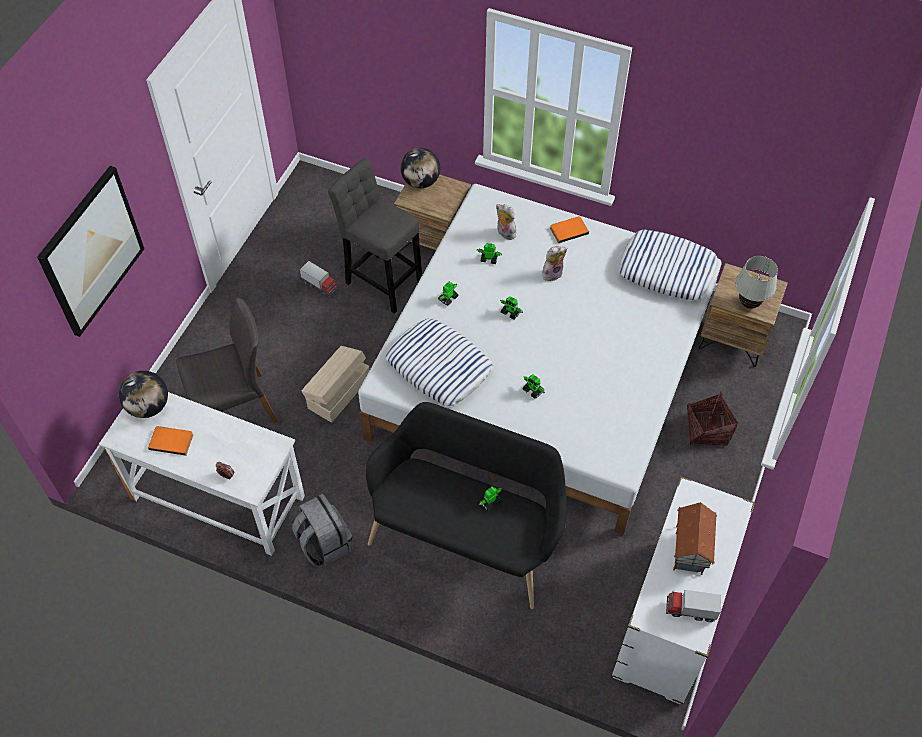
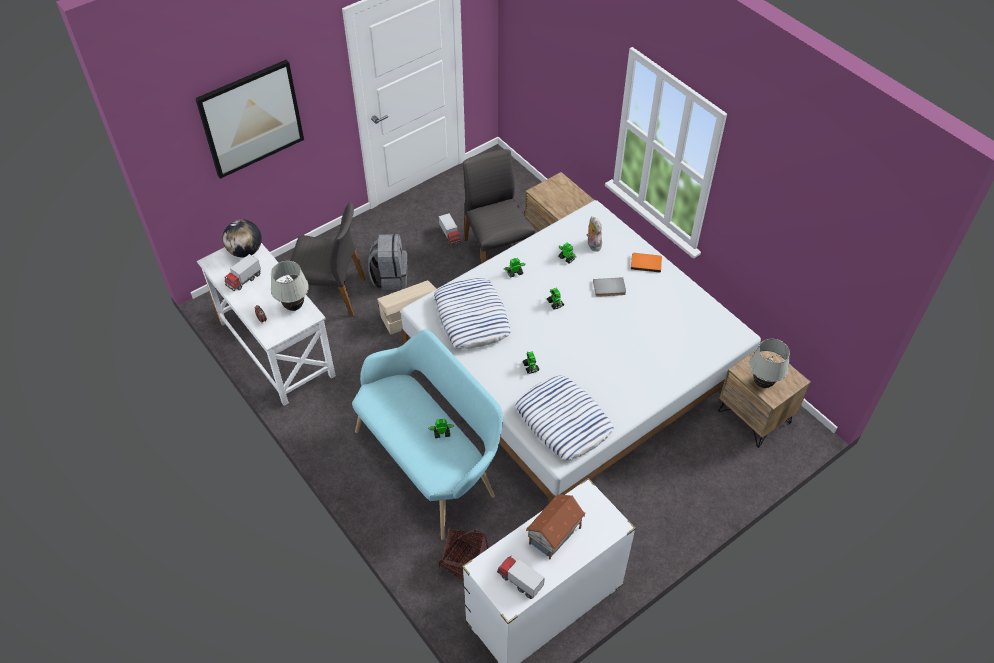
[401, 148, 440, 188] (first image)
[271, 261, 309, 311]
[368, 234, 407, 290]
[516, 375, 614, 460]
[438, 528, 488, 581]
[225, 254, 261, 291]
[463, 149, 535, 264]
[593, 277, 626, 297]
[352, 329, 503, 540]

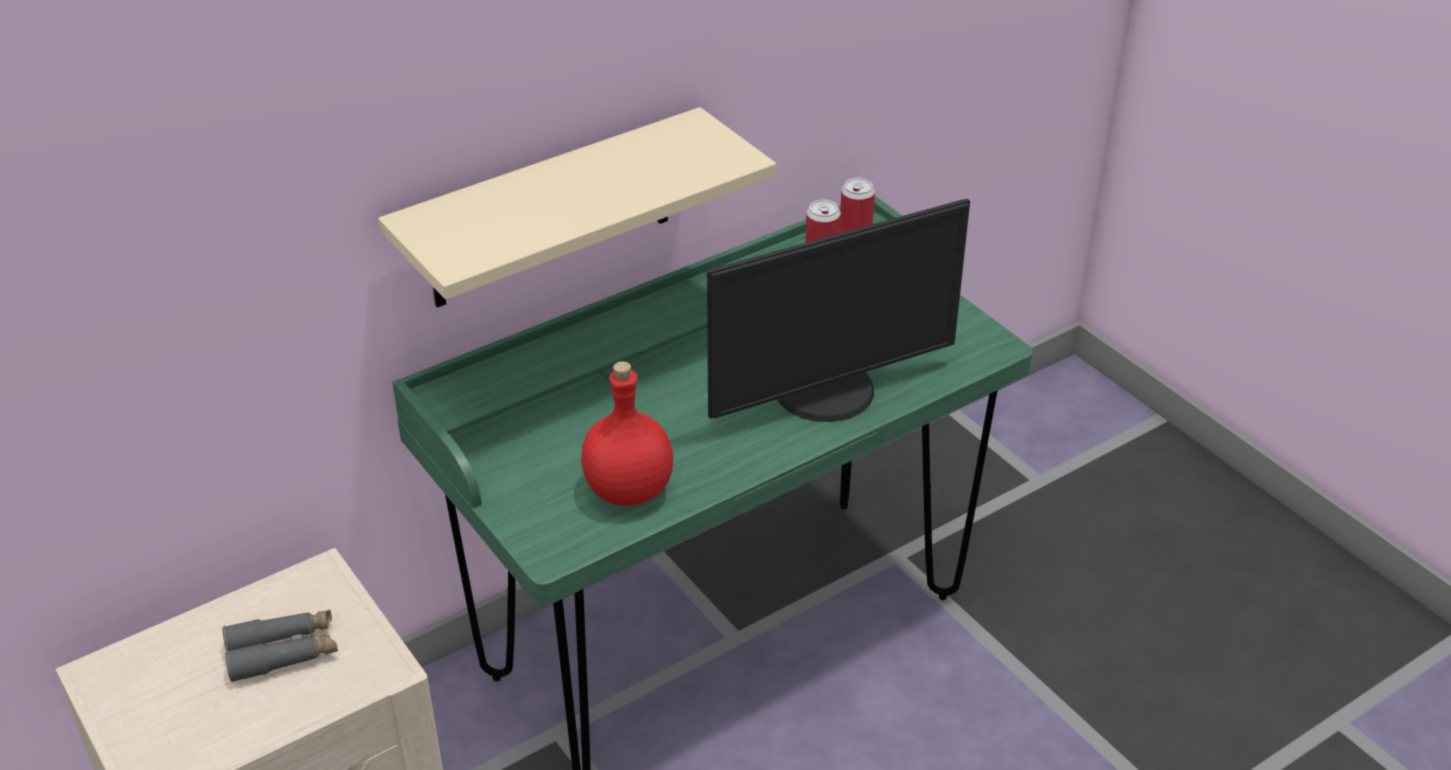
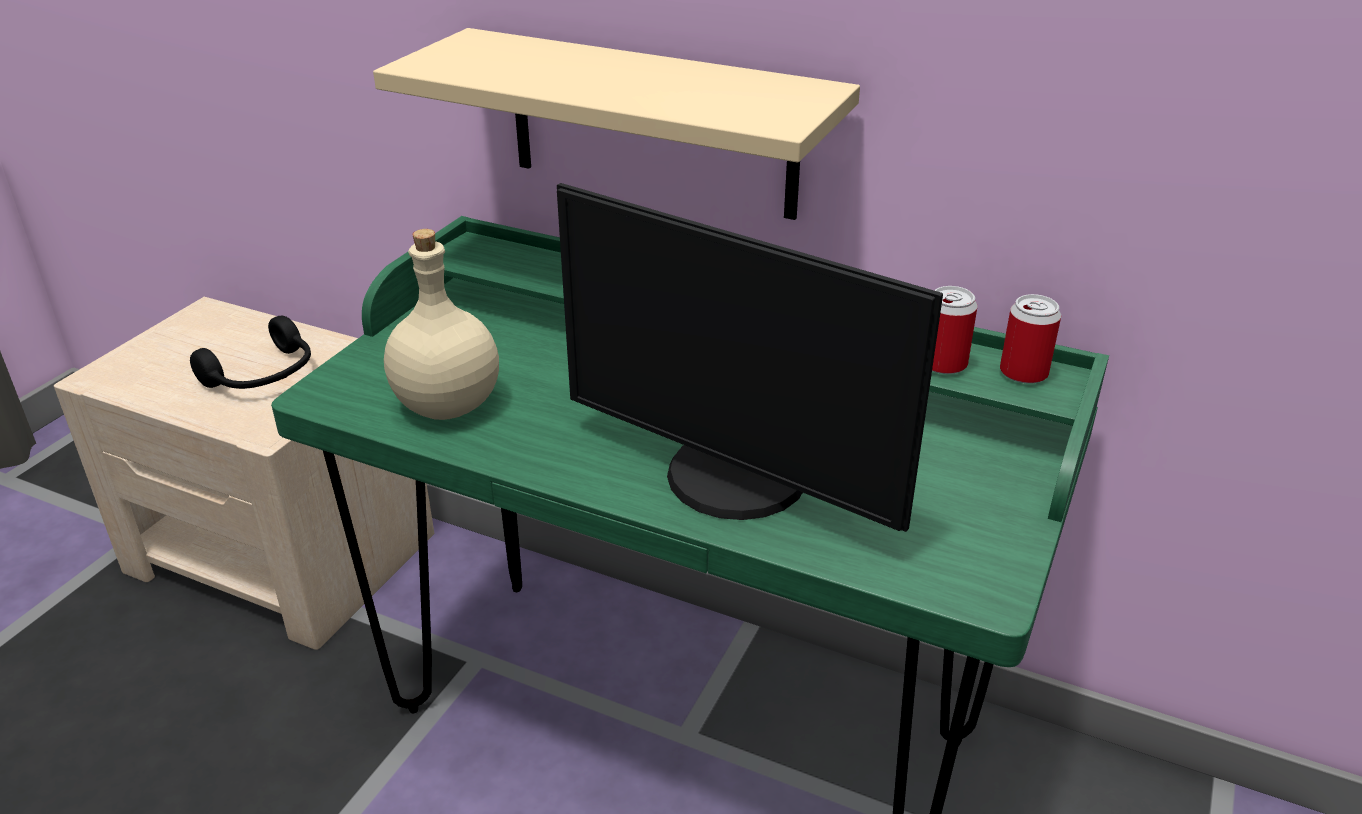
[190, 316, 311, 389]
[384, 229, 499, 420]

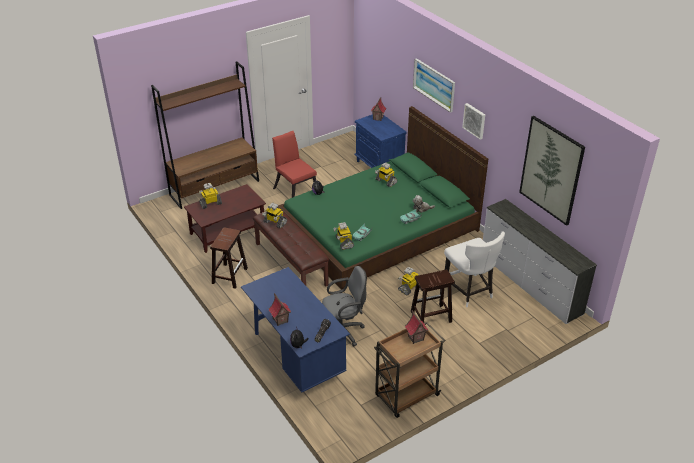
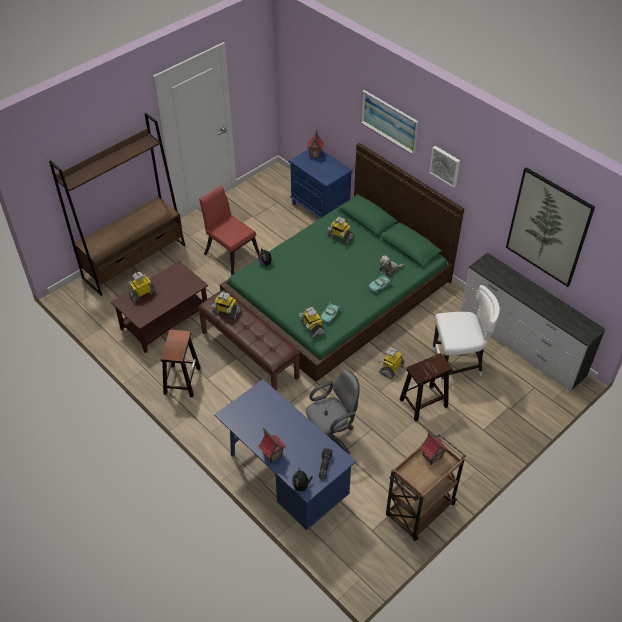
[432, 285, 500, 384]

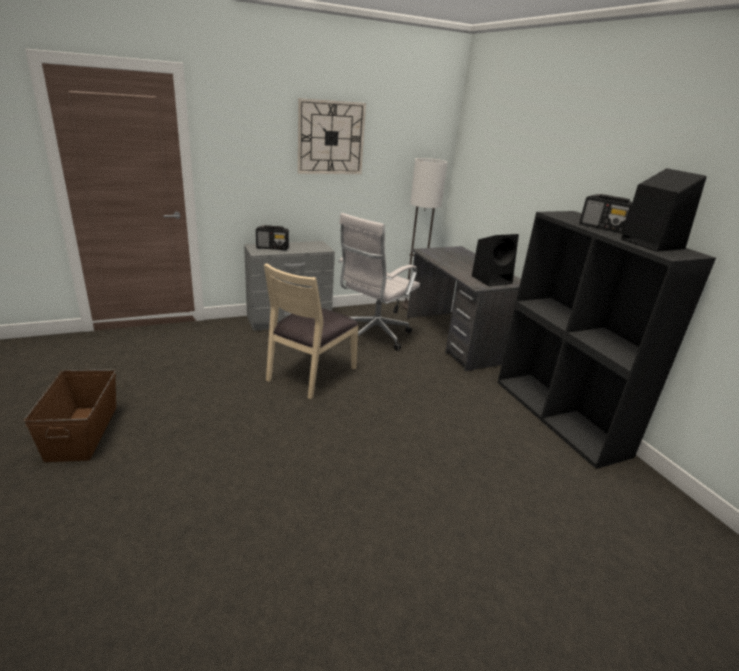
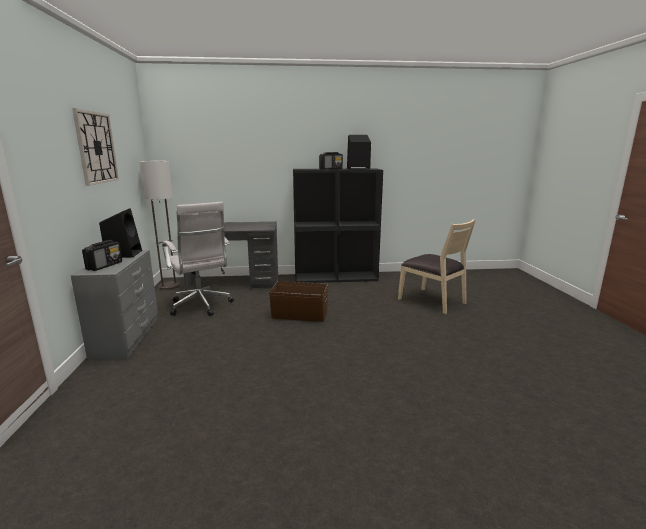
[269, 281, 328, 322]
[398, 219, 475, 314]
[99, 208, 142, 258]

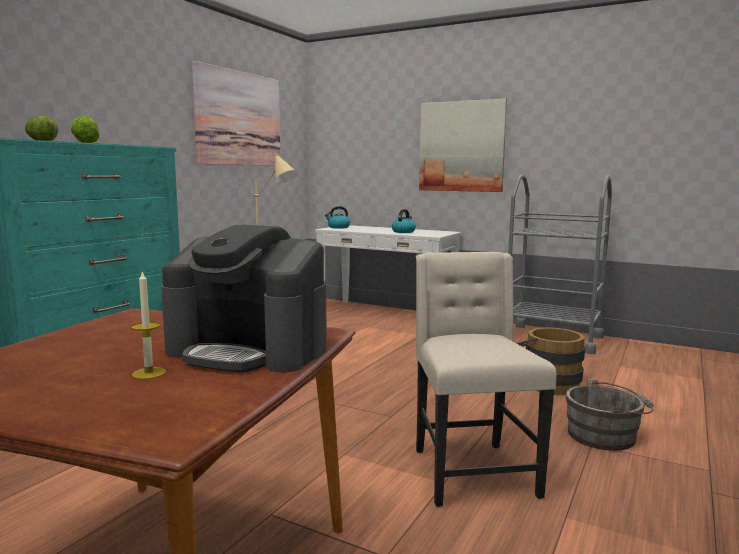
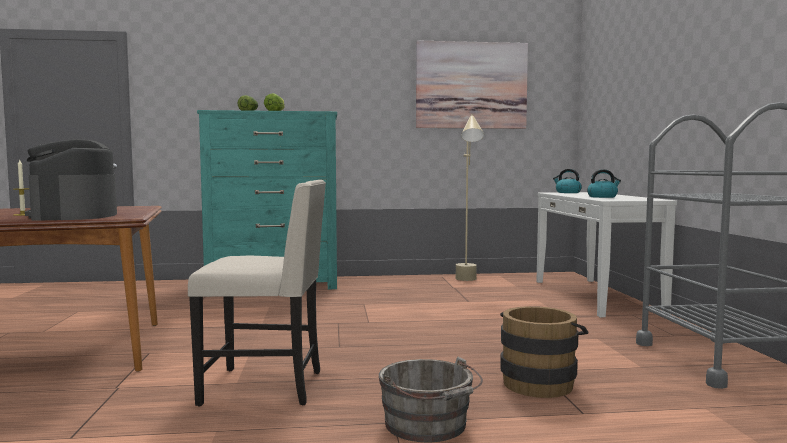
[419, 98, 507, 192] (first image)
[188, 180, 326, 406]

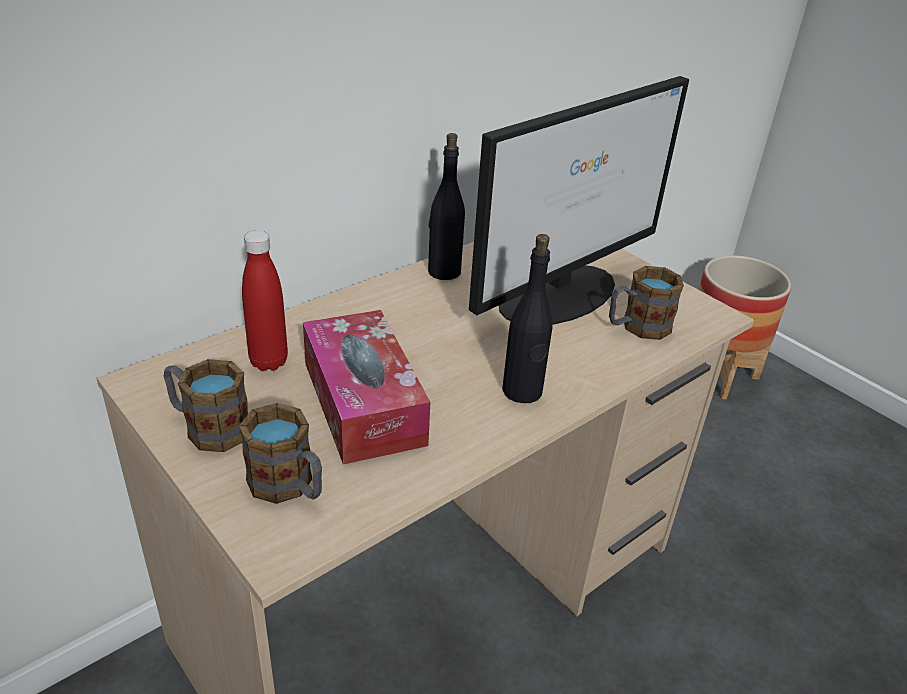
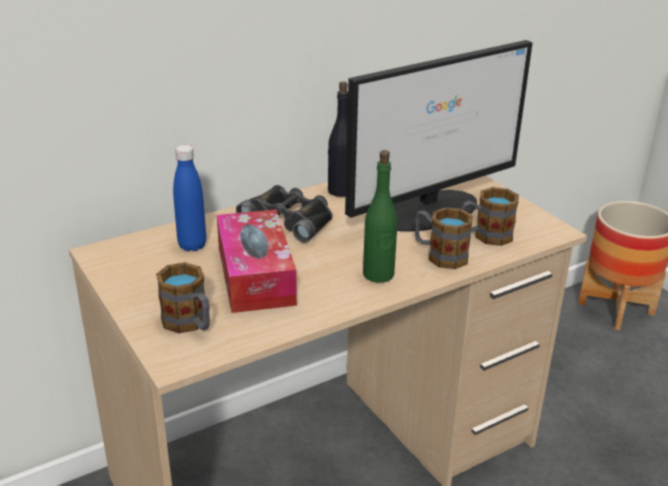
[236, 185, 333, 243]
[415, 207, 473, 269]
[173, 145, 206, 251]
[363, 150, 398, 283]

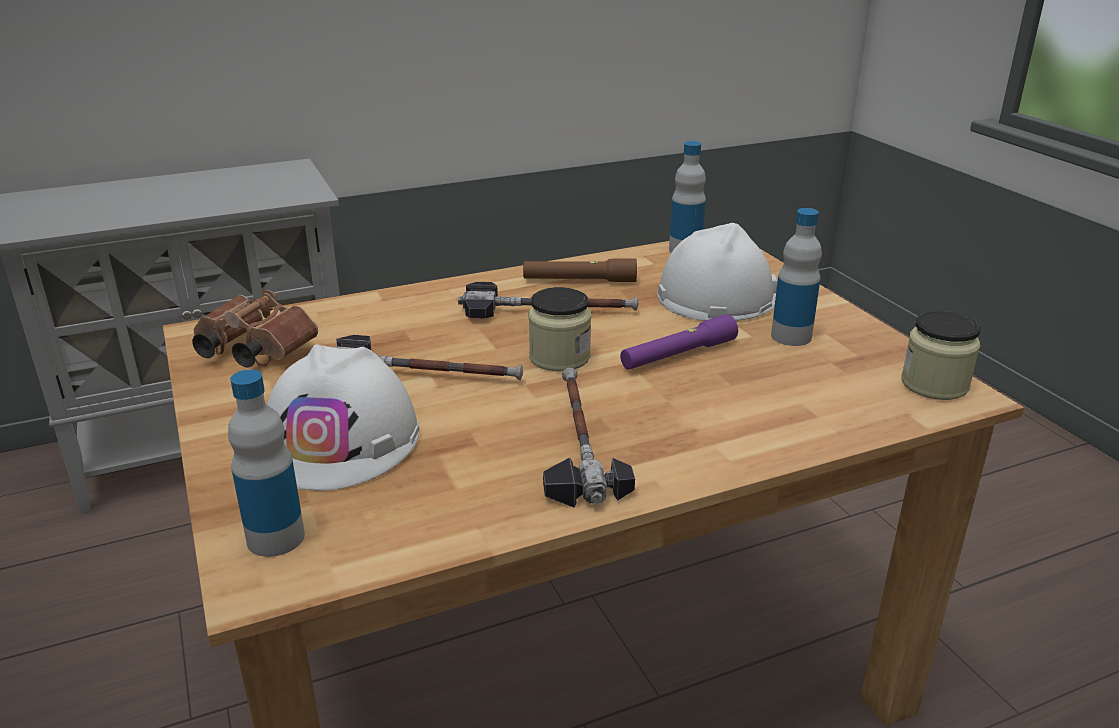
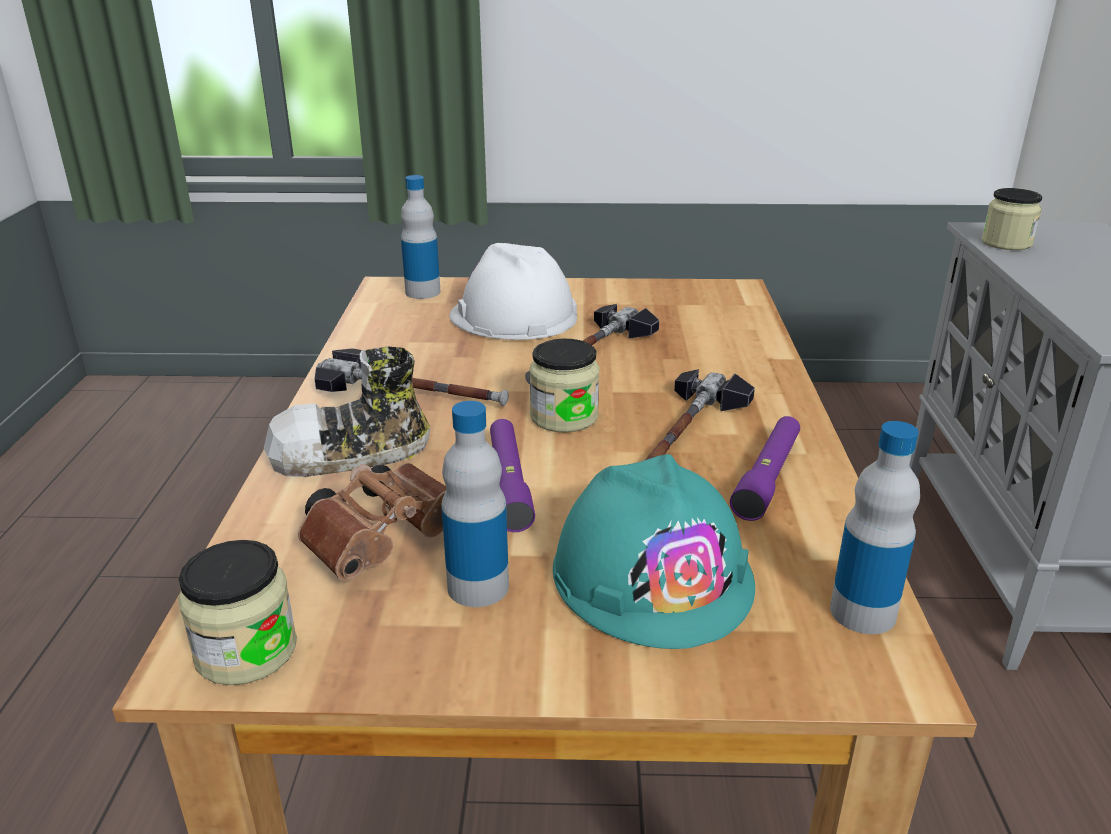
[263, 347, 430, 477]
[982, 188, 1042, 250]
[298, 463, 446, 581]
[730, 416, 800, 521]
[553, 454, 755, 649]

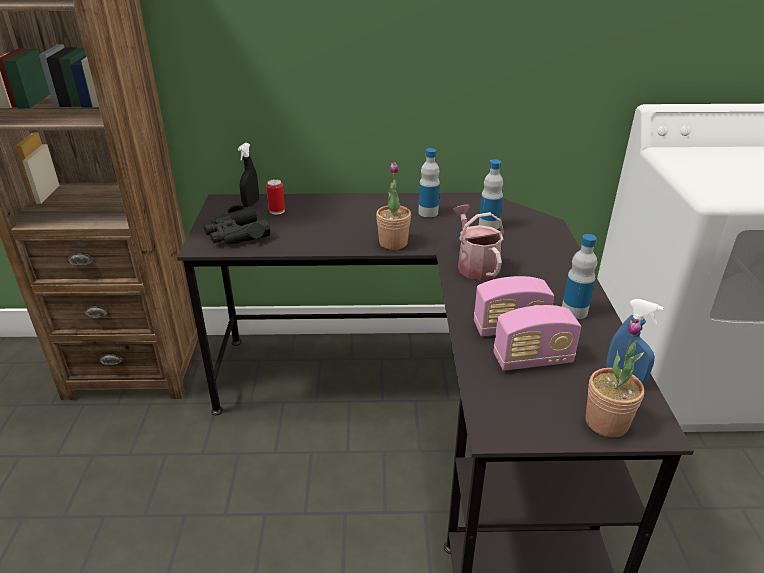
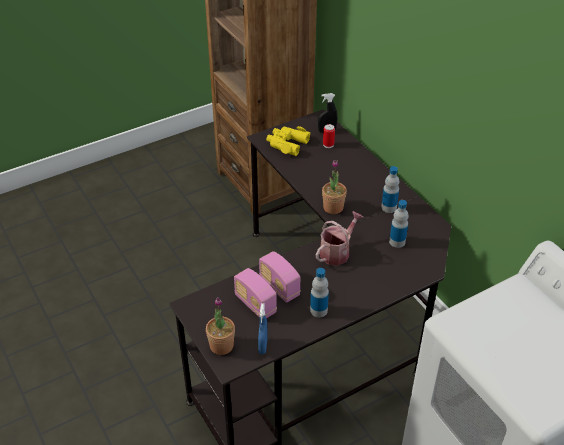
[266, 126, 310, 156]

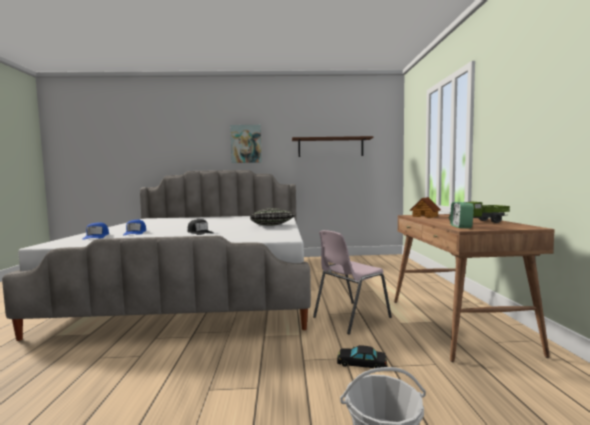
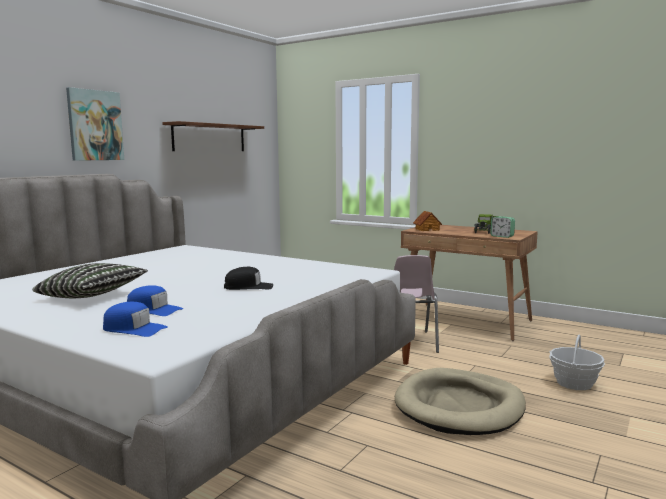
[337, 345, 387, 368] (first image)
[395, 368, 526, 435]
[32, 263, 148, 298]

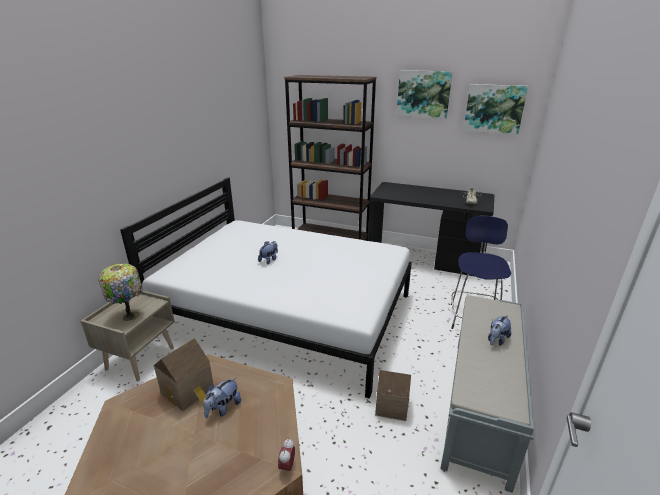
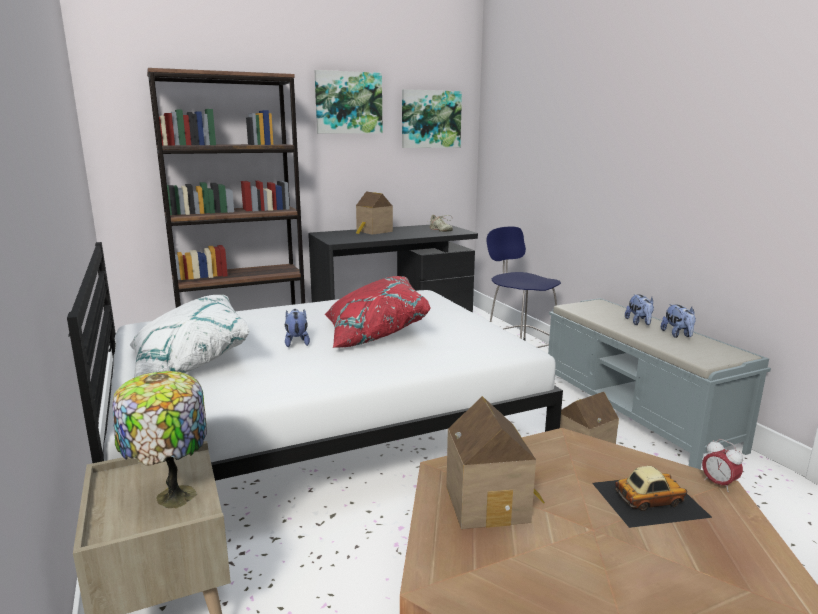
[129, 295, 250, 378]
[325, 276, 431, 348]
[356, 192, 393, 235]
[592, 466, 713, 528]
[661, 304, 696, 338]

